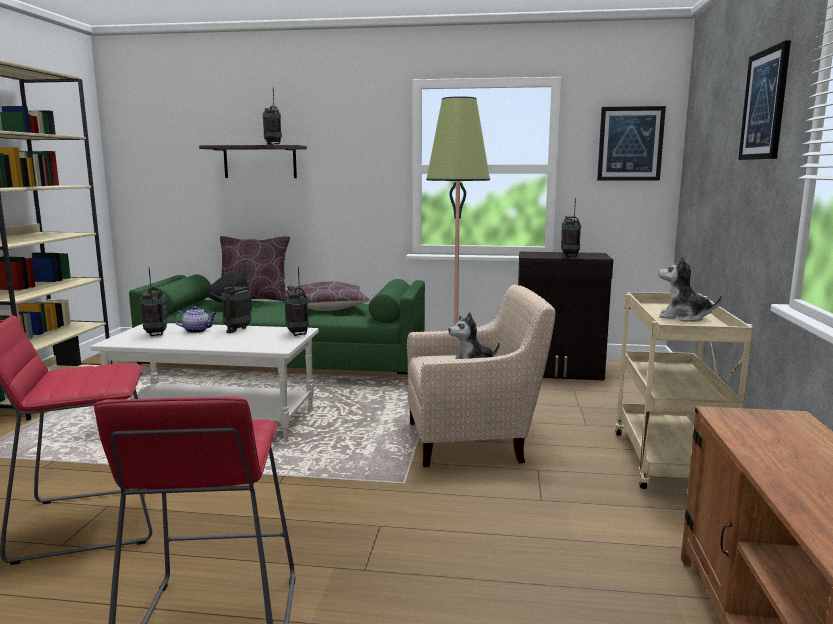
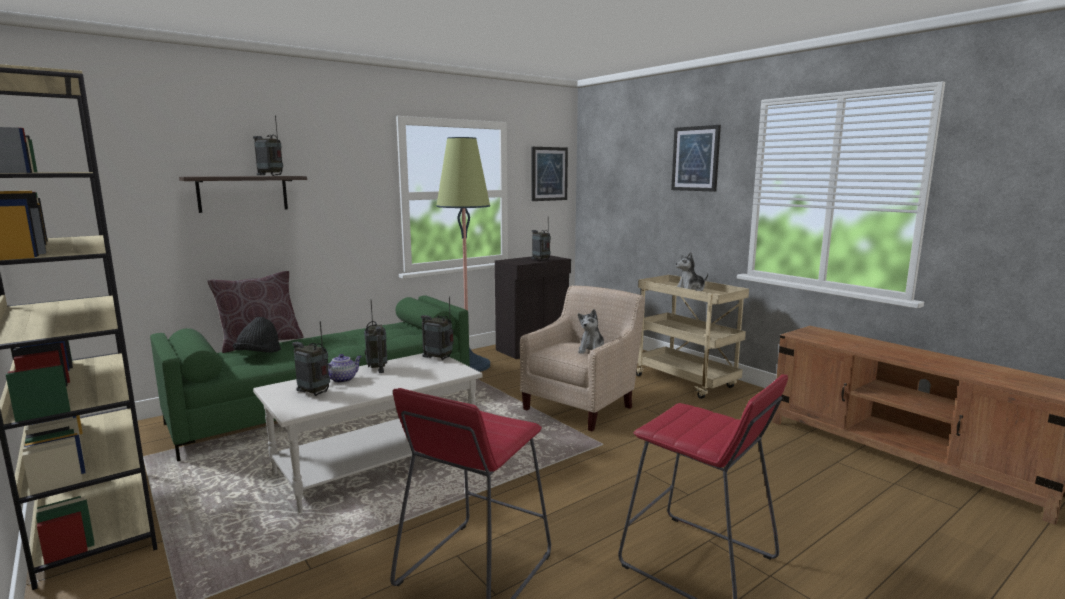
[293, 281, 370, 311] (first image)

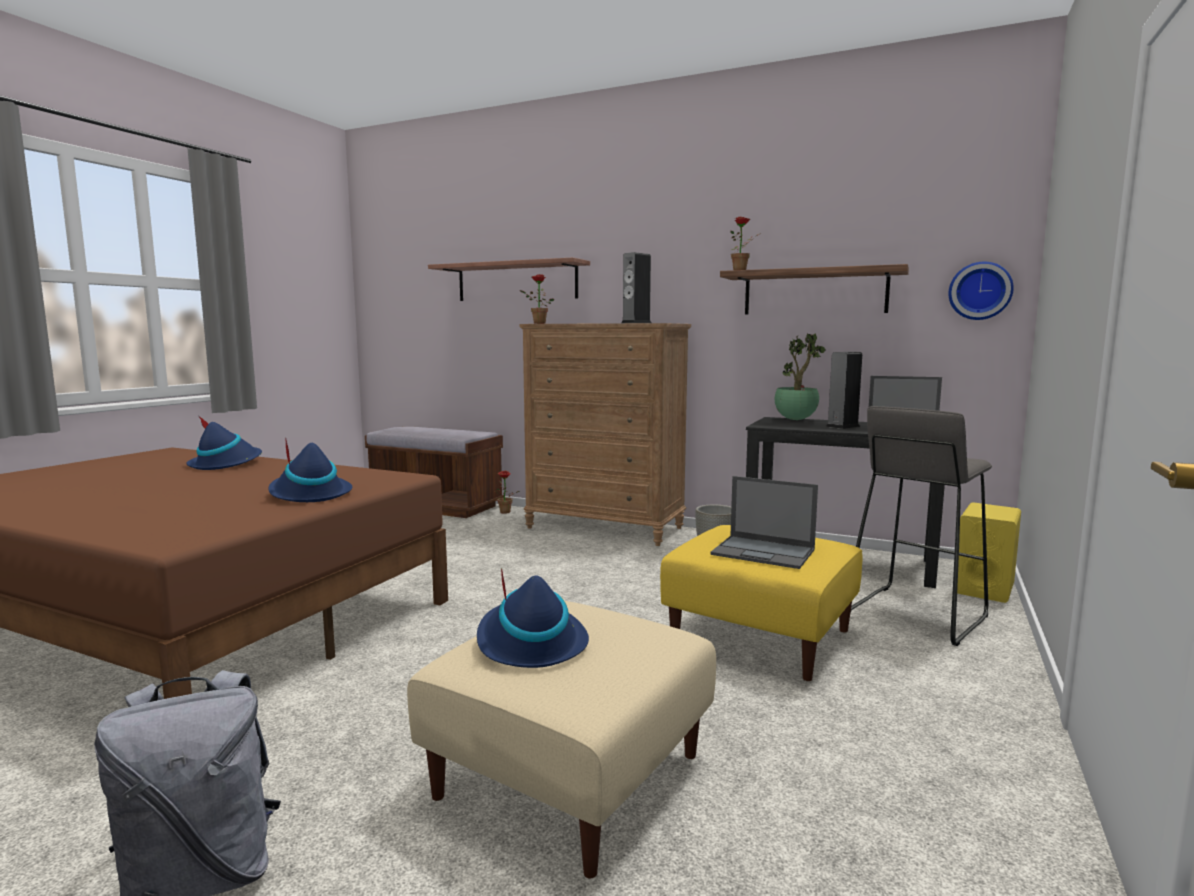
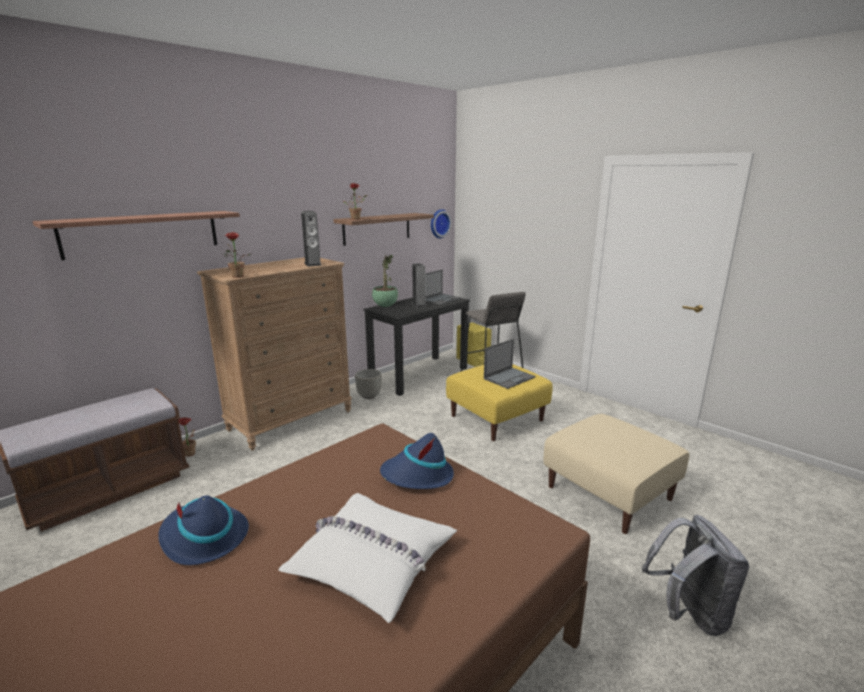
[477, 568, 589, 668] (first image)
[279, 493, 457, 623]

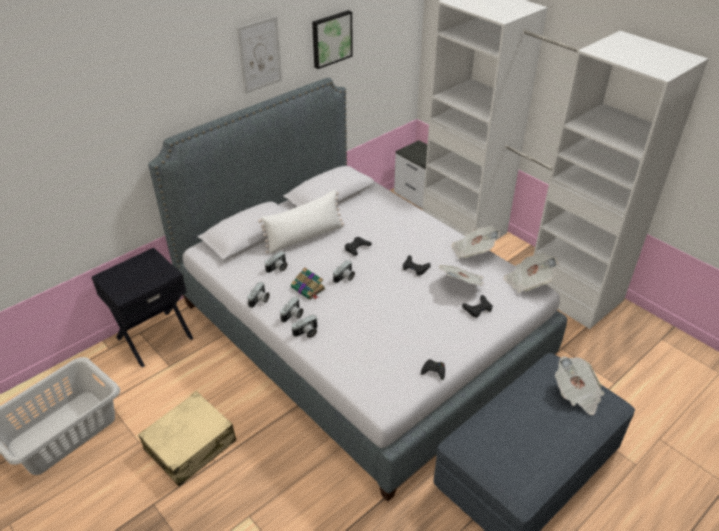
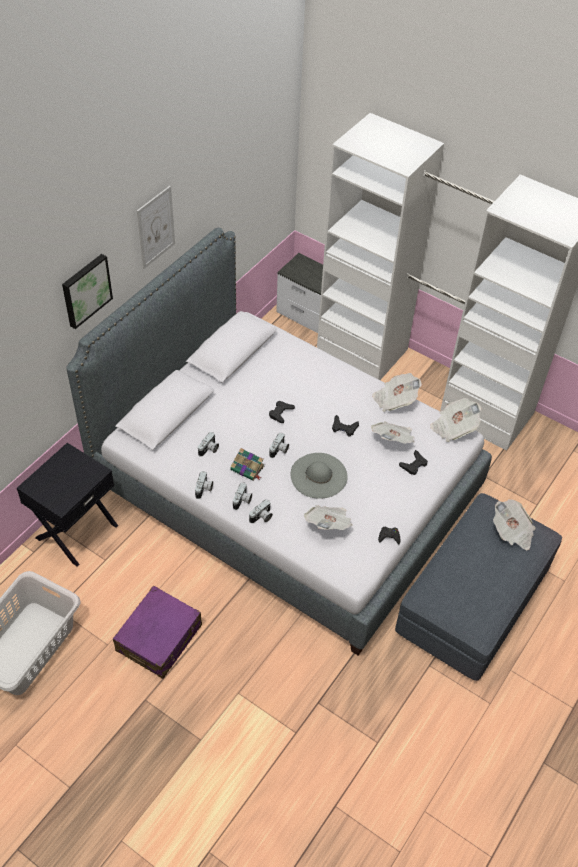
[258, 190, 344, 254] (first image)
[291, 453, 348, 499]
[304, 505, 353, 530]
[62, 254, 113, 329]
[113, 586, 202, 679]

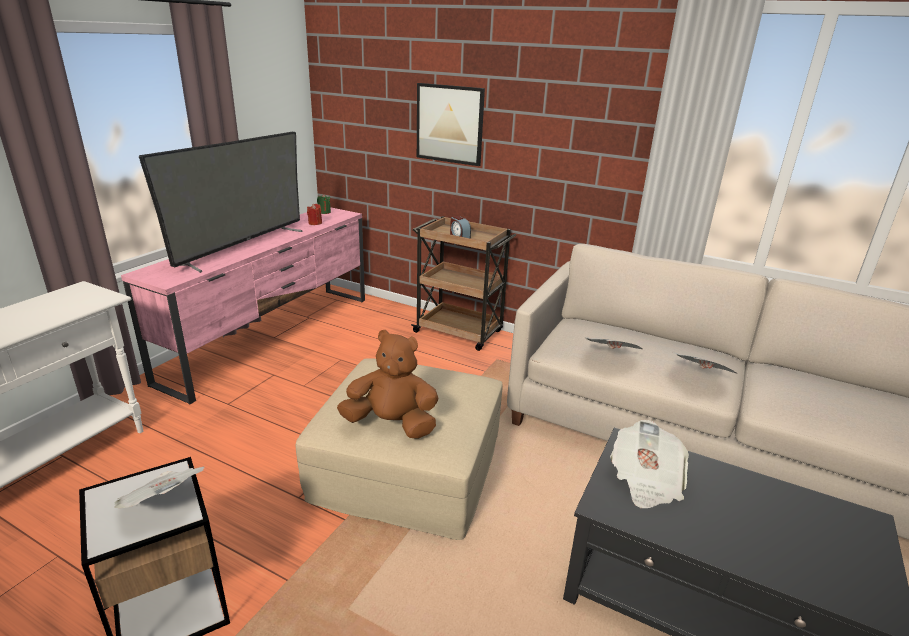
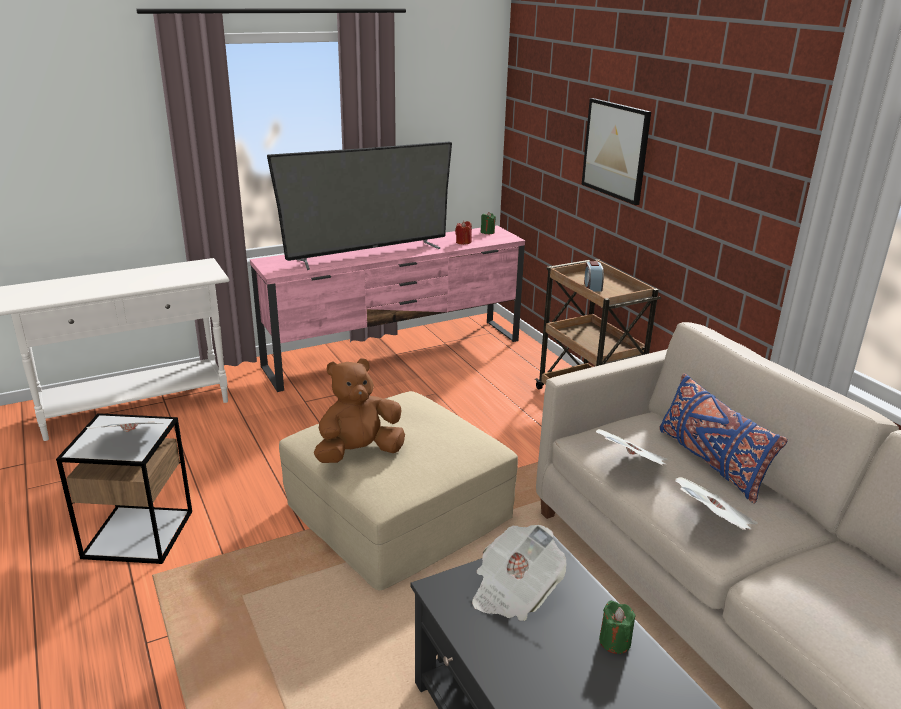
[599, 600, 635, 654]
[659, 373, 788, 504]
[314, 358, 405, 463]

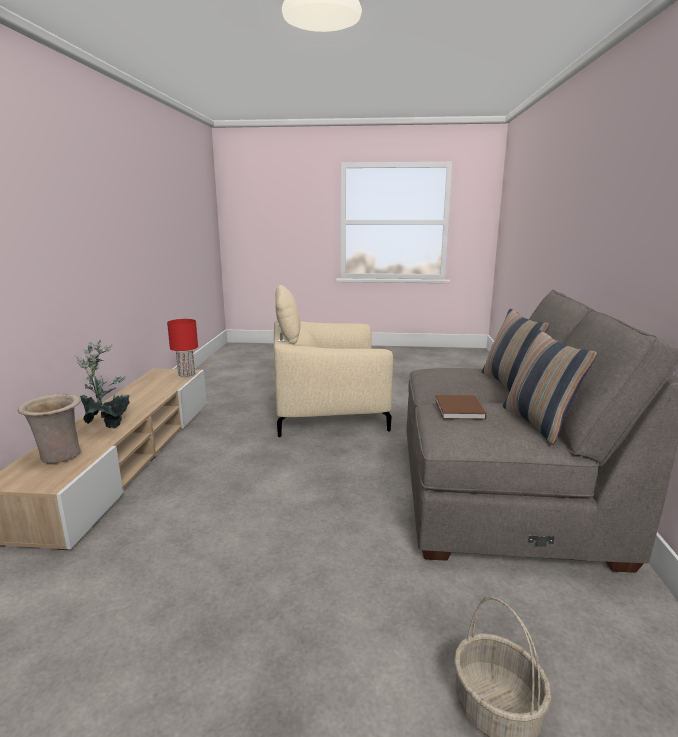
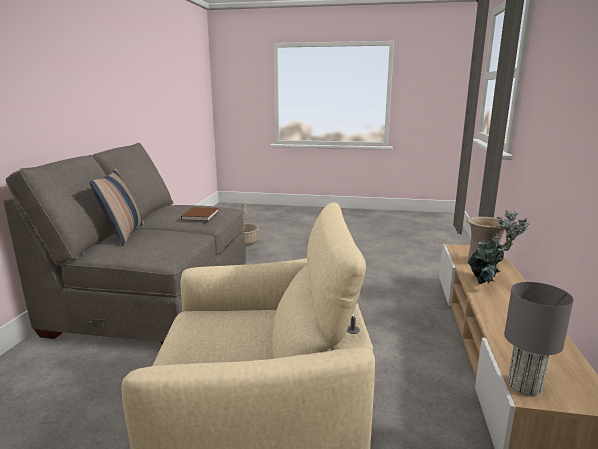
[503, 329, 597, 445] (first image)
[504, 282, 573, 396]

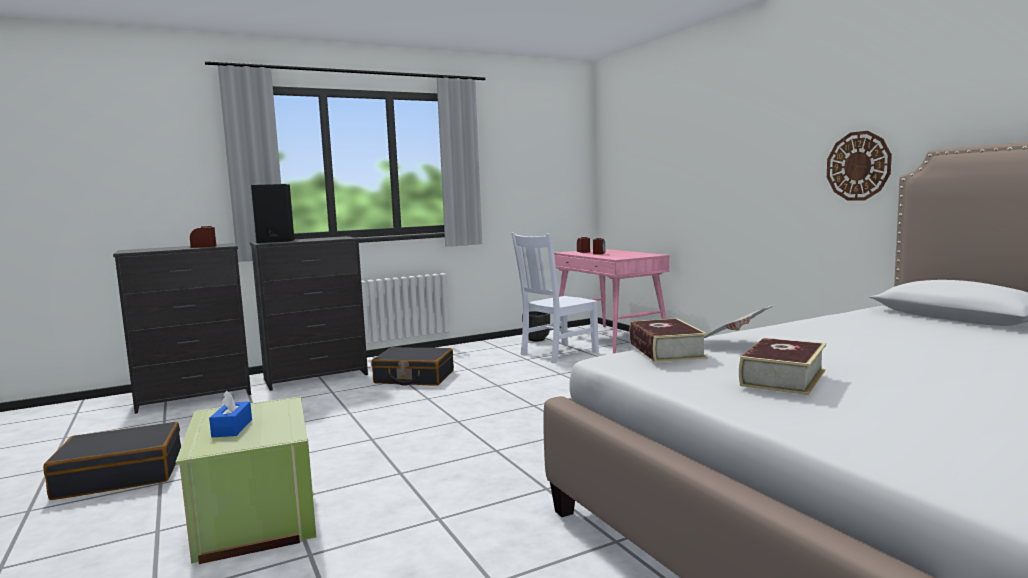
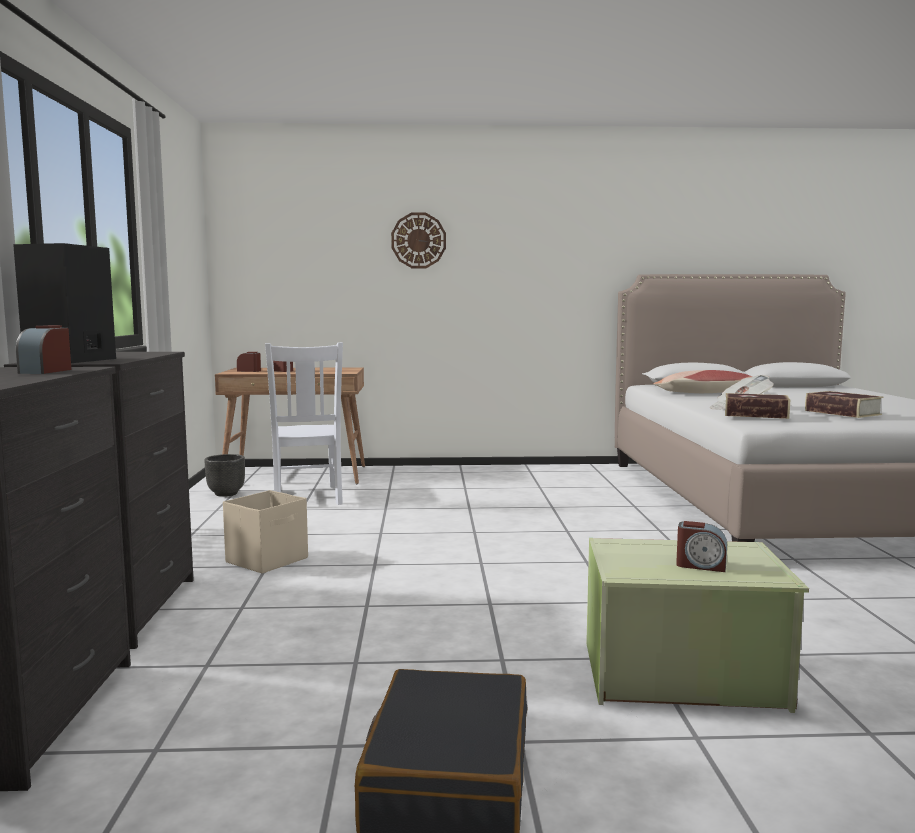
[654, 370, 752, 393]
[391, 213, 446, 268]
[676, 521, 727, 572]
[223, 490, 308, 574]
[215, 367, 365, 484]

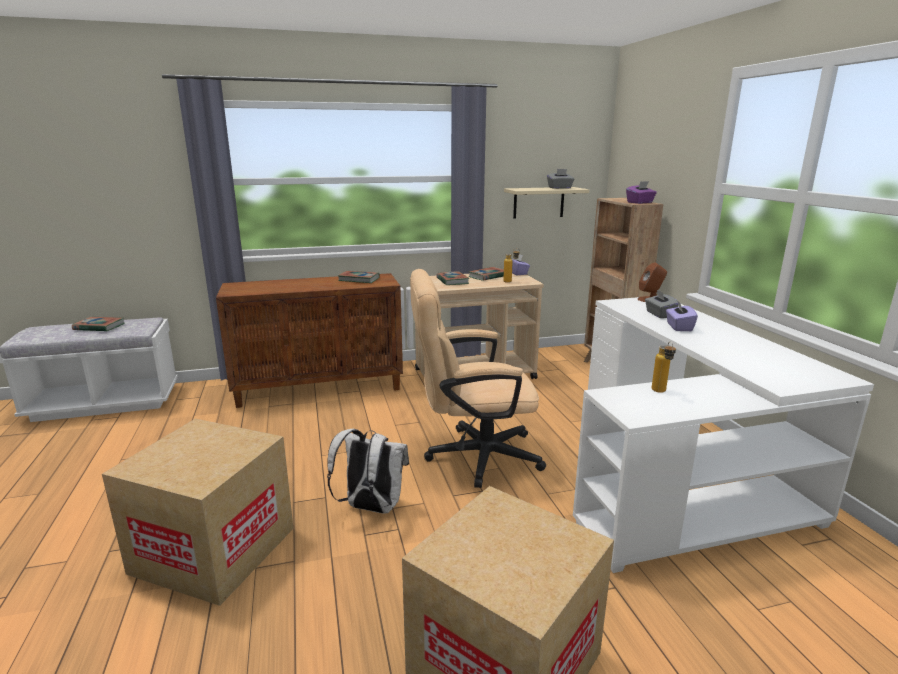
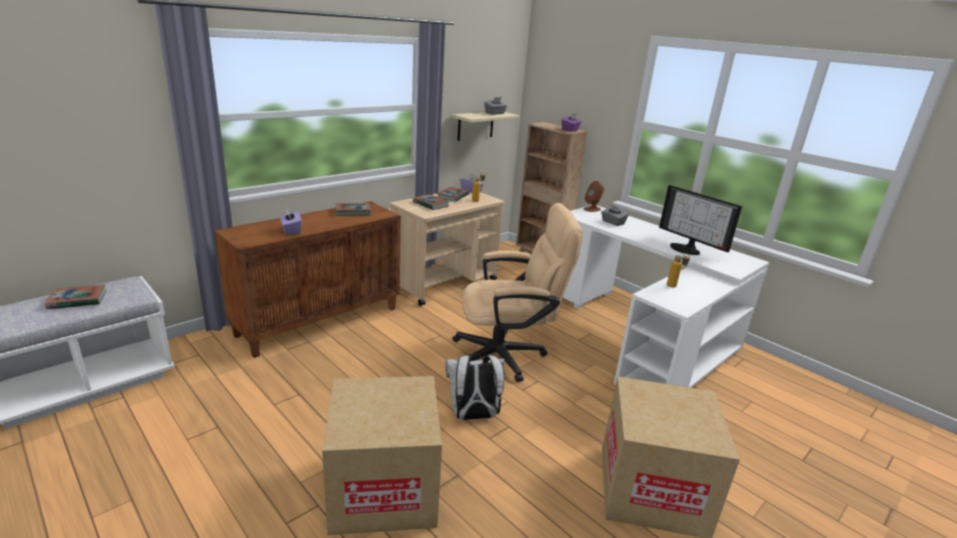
[659, 185, 742, 255]
[280, 210, 302, 235]
[452, 203, 582, 382]

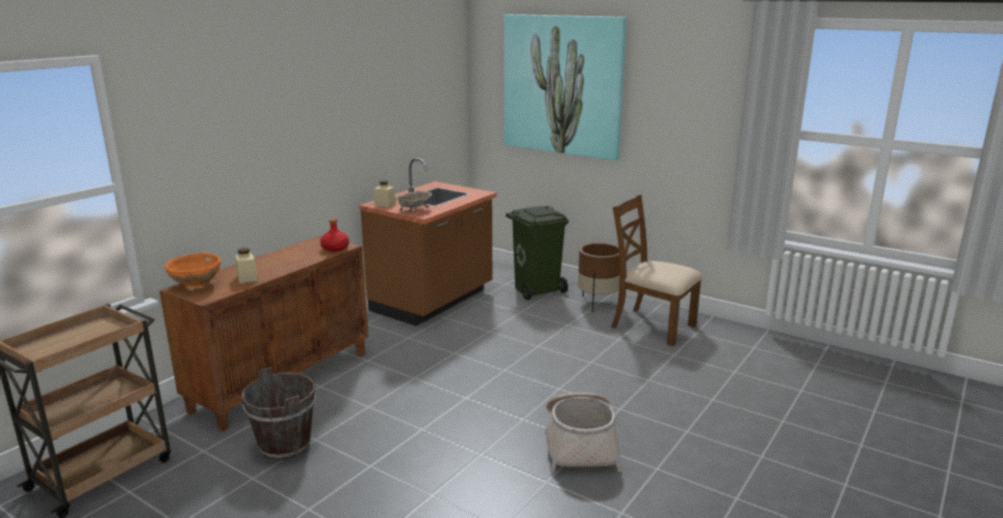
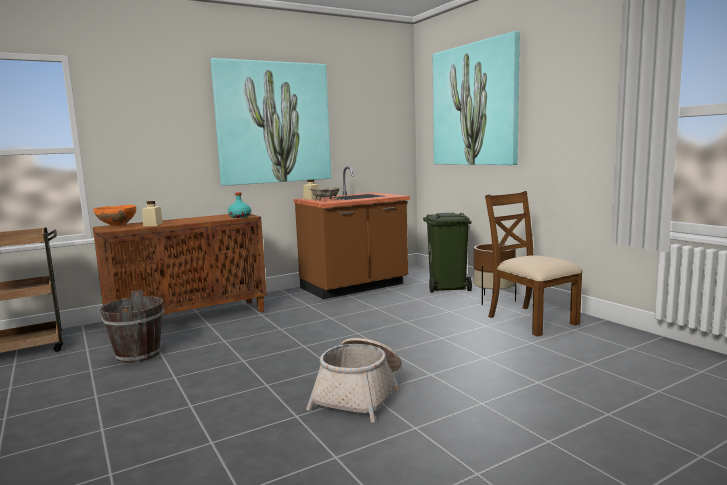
[210, 58, 331, 186]
[228, 192, 251, 218]

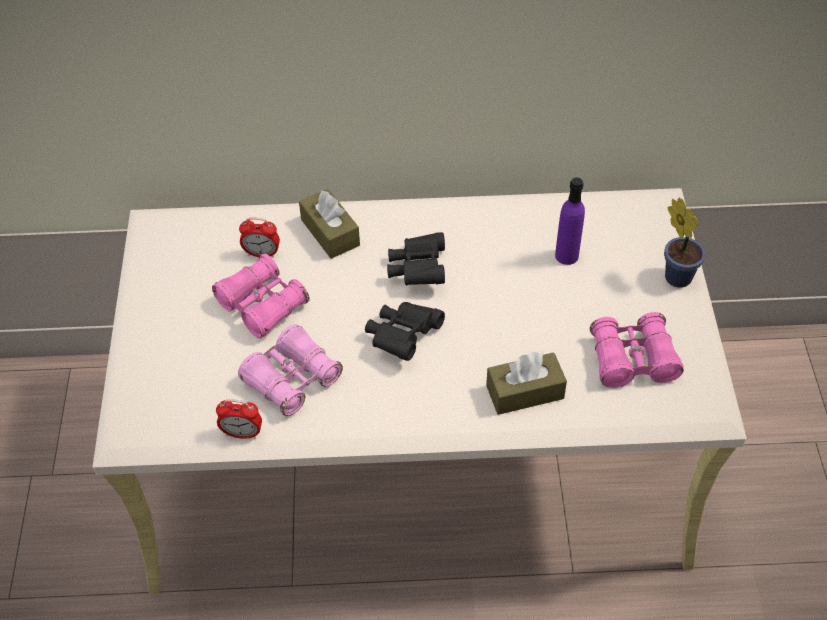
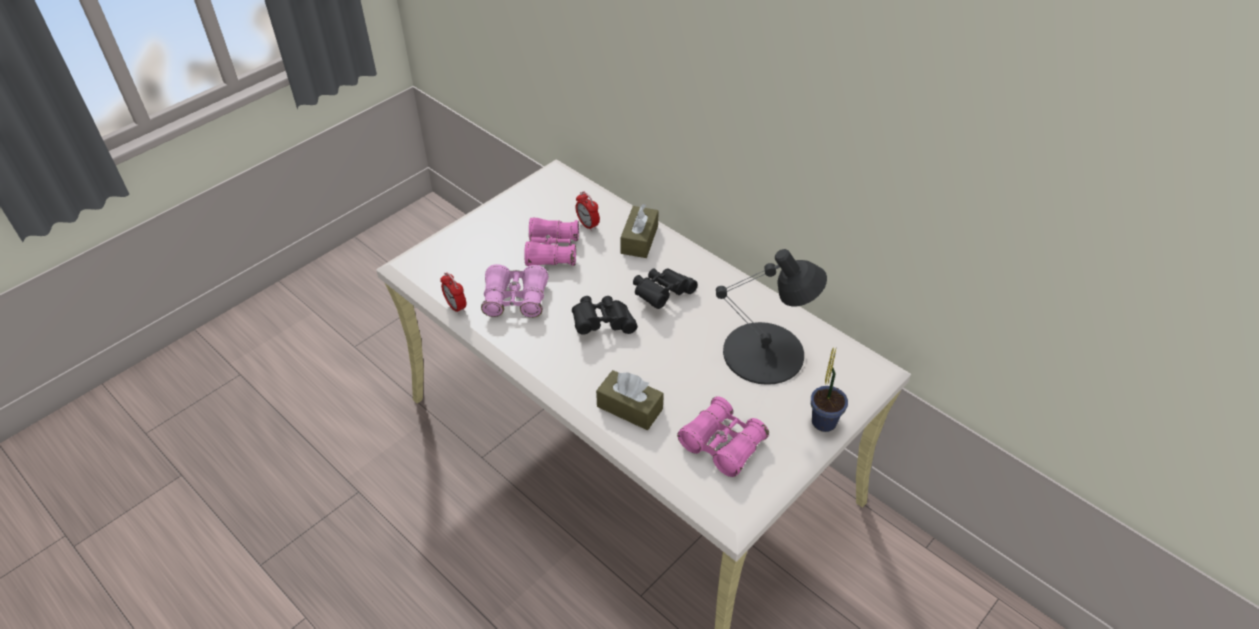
[716, 249, 827, 385]

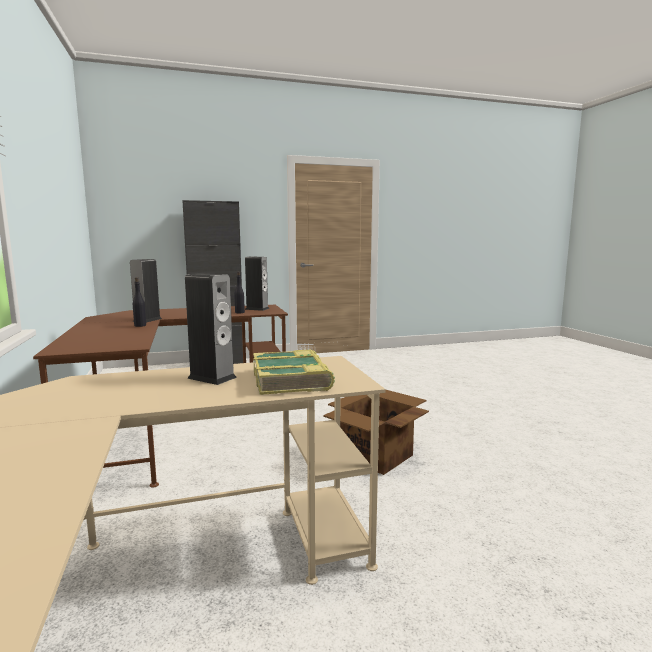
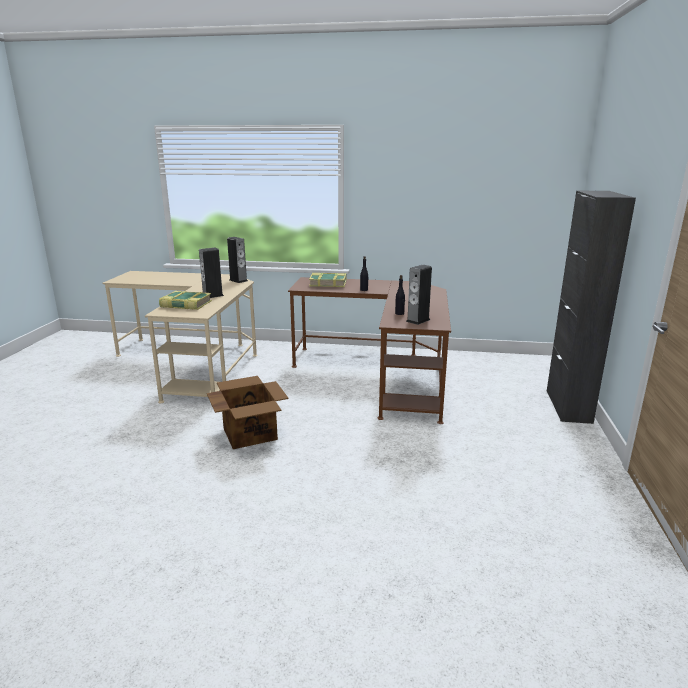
[309, 273, 347, 287]
[227, 237, 248, 283]

